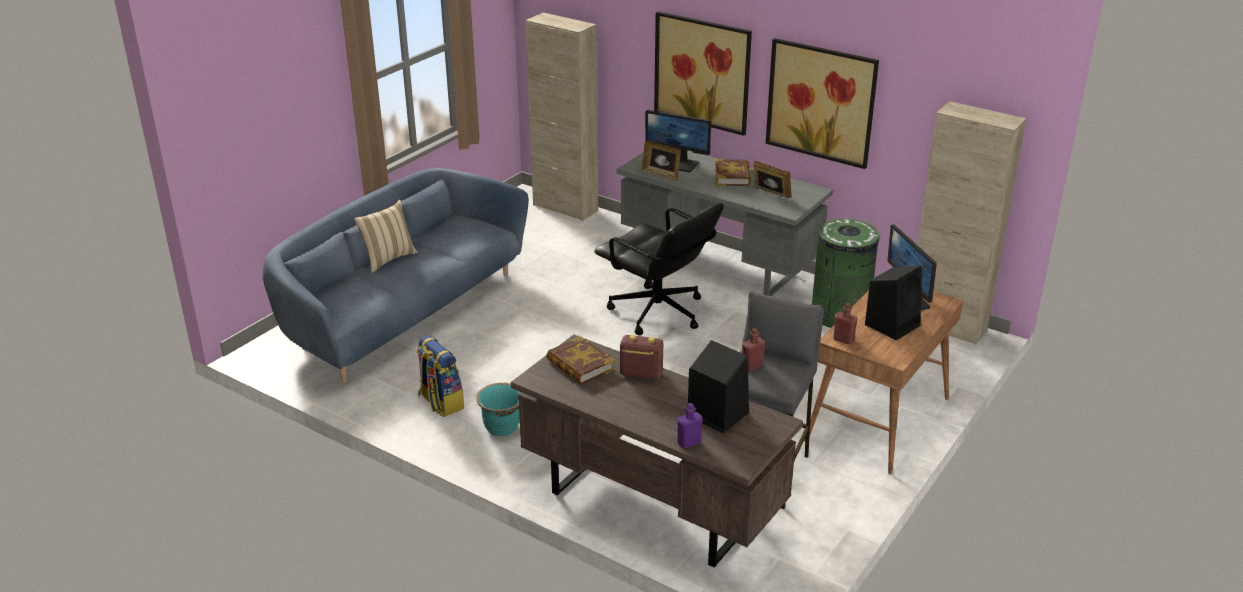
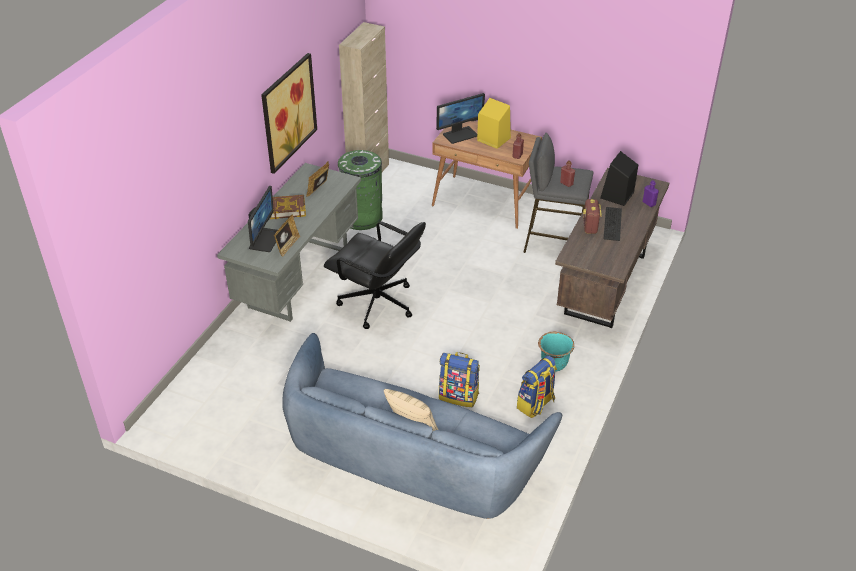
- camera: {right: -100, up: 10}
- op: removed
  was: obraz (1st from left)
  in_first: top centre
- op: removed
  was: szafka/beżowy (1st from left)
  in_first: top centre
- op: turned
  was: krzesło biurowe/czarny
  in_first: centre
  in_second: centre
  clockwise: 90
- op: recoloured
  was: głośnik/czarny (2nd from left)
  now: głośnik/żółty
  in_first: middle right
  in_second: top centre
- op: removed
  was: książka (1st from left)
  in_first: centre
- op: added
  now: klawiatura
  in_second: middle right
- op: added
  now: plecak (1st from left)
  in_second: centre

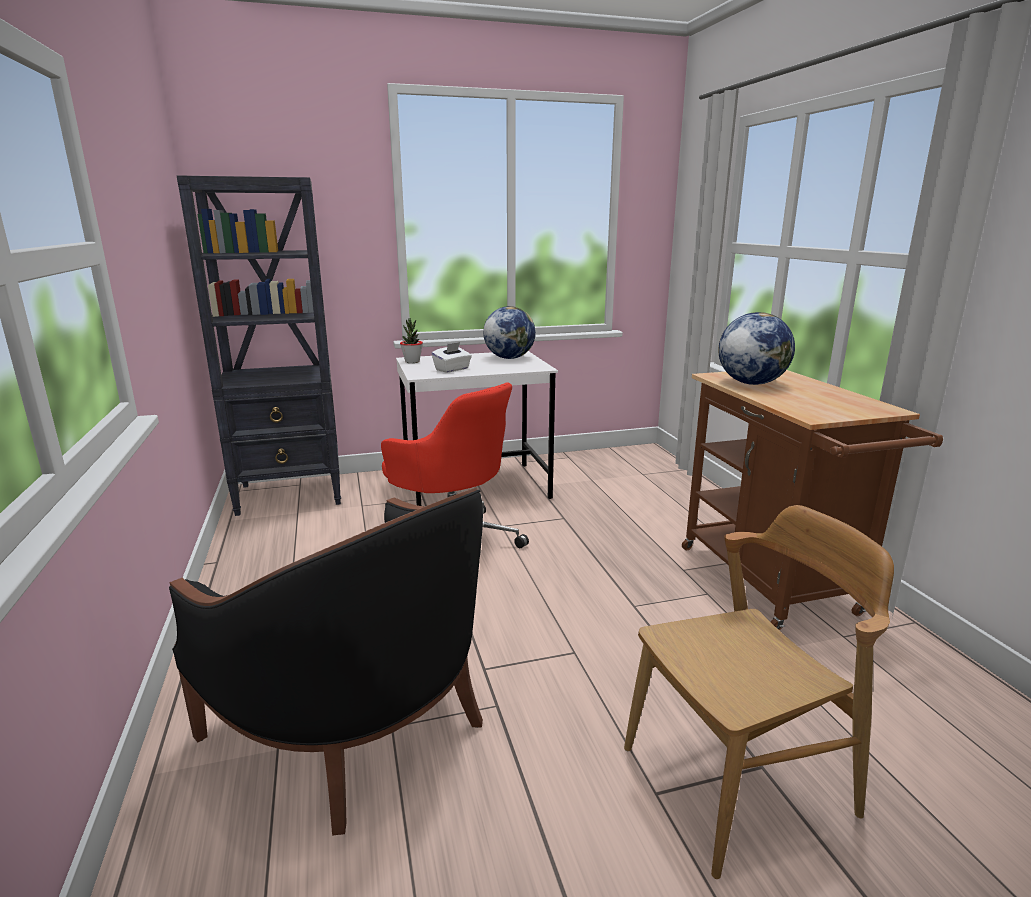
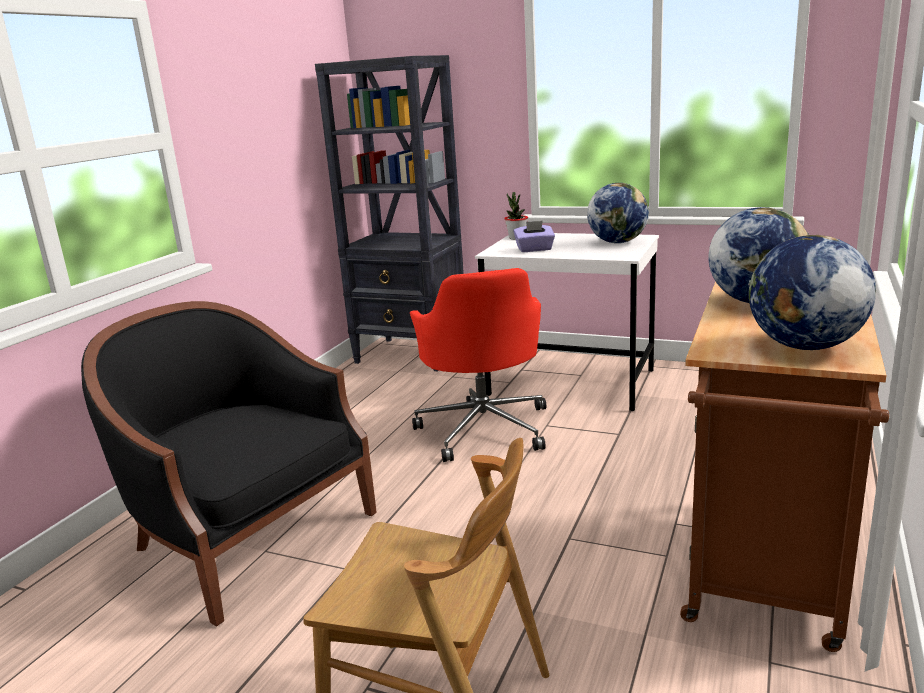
- camera: {right: 40, up: 0}
- op: recoloured
  was: pudełko chusteczek/biały
  now: pudełko chusteczek/fioletowy
  in_first: centre
  in_second: centre
- op: turned
  was: fotel/czarny
  in_first: bottom left
  in_second: bottom left
  clockwise: 135
- op: added
  now: globus (3rd from left)
  in_second: middle right

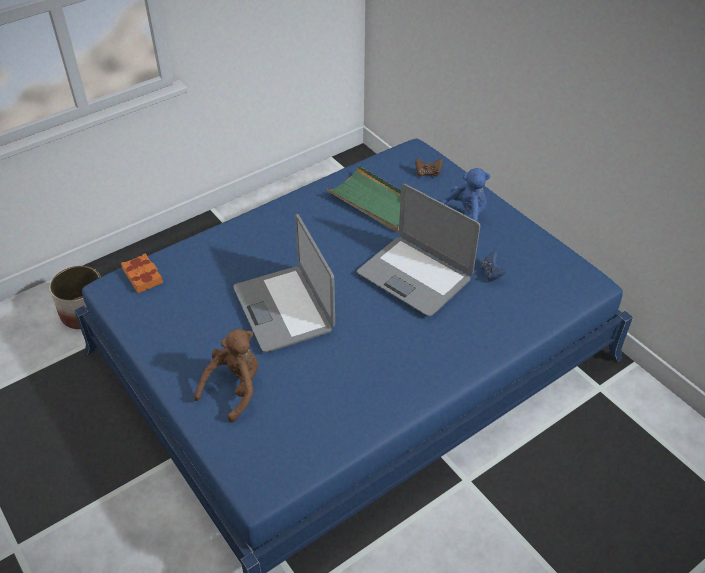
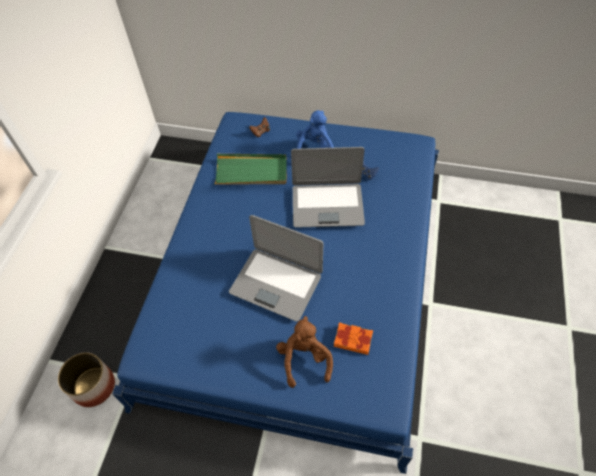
- camera: {right: -40, up: 10}
- op: moved
  was: książka/pomarańczowy
  in_first: middle left
  in_second: bottom centre

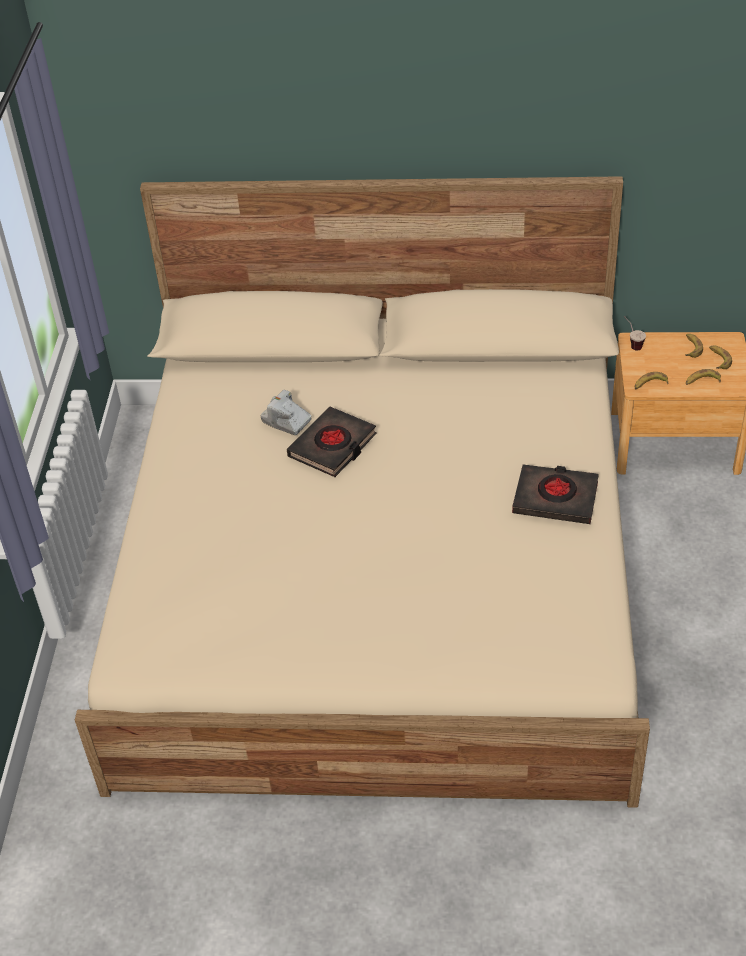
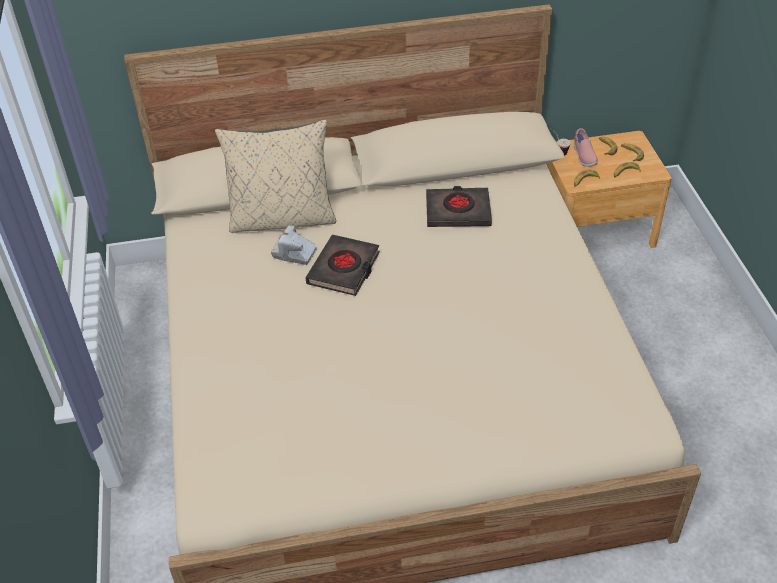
- camera: {right: -15, up: 0}
- op: moved
  was: książka/czarny (2nd from left)
  in_first: middle right
  in_second: centre
- op: added
  now: poduszka/beżowy
  in_second: top centre
- op: added
  now: but/różowy
  in_second: top right

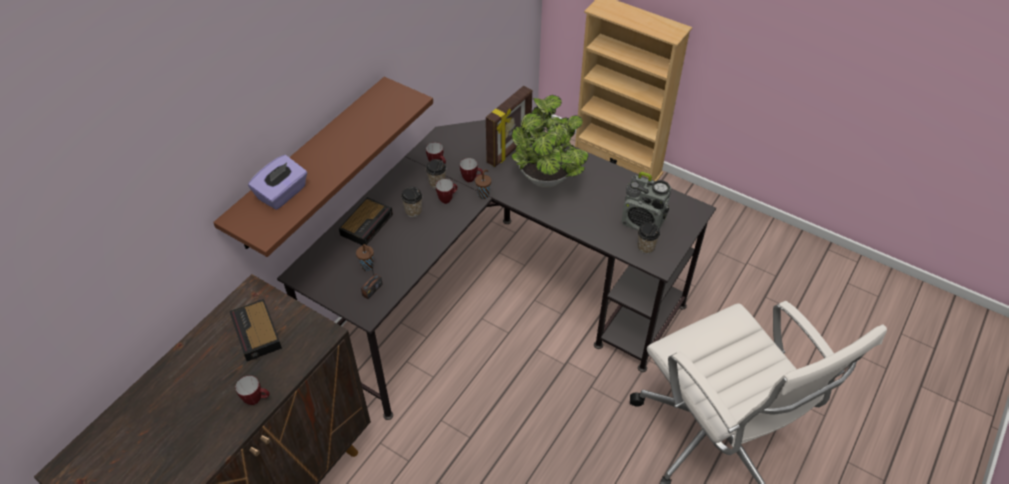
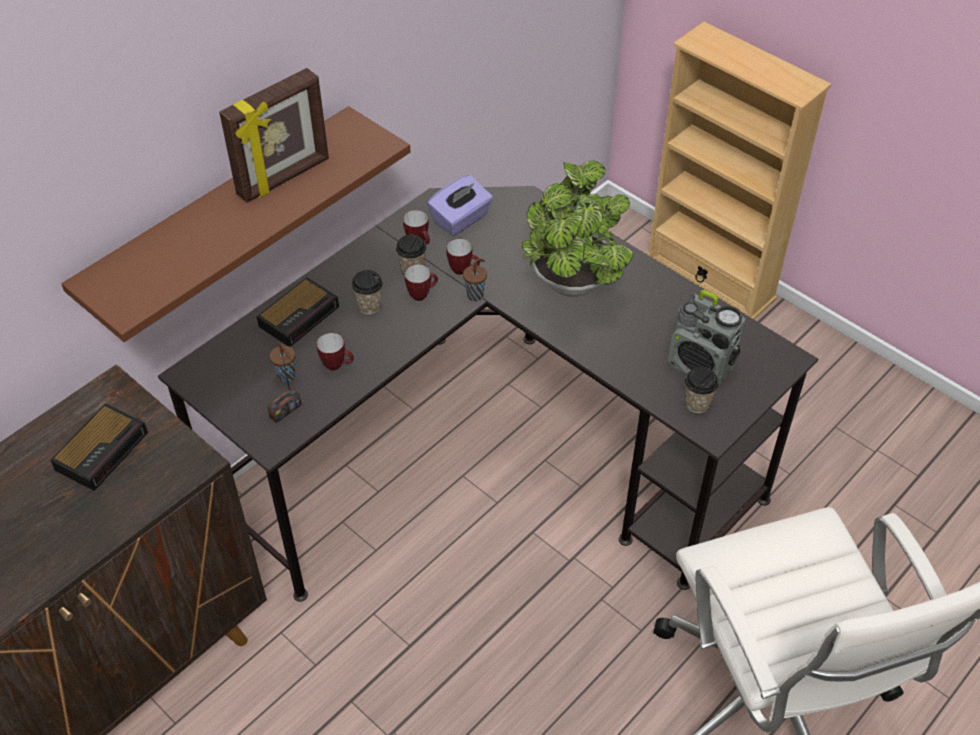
- camera: {right: 10, up: 0}
- op: moved
  was: ramka na zdjęcie
  in_first: top centre
  in_second: top left
- op: moved
  was: pudełko chusteczek/fioletowy
  in_first: middle left
  in_second: top centre
- op: turned
  was: budzik (1st from left)
  in_first: bottom left
  in_second: middle left
  clockwise: -135
- op: moved
  was: kubek (1st from left)
  in_first: bottom left
  in_second: centre

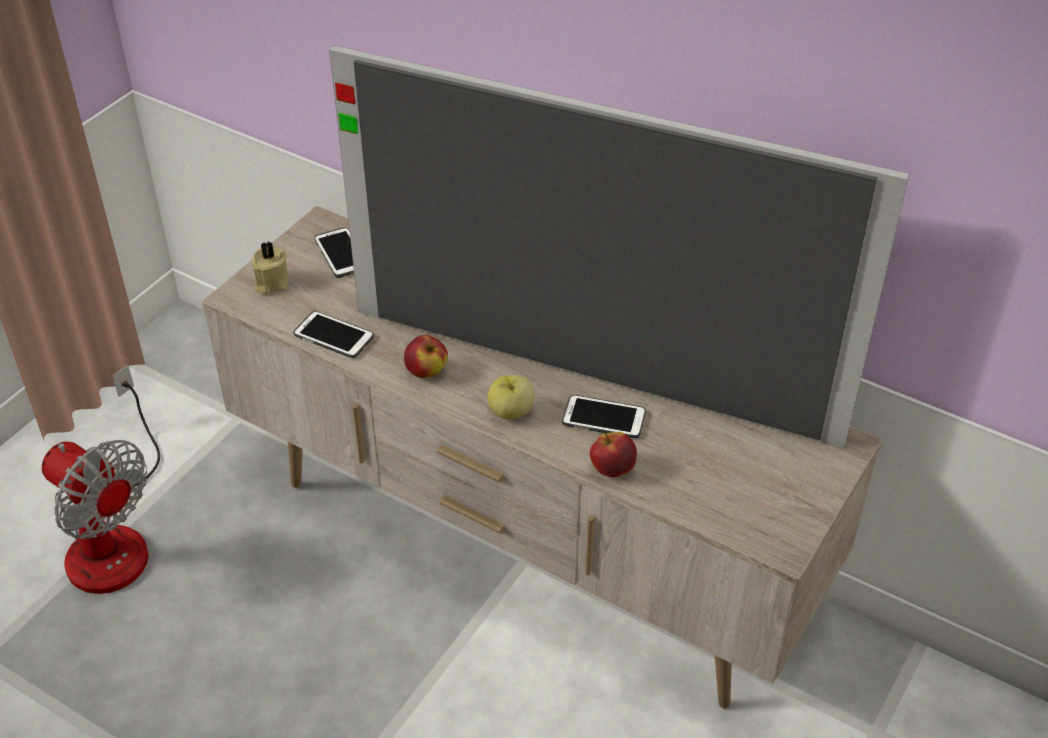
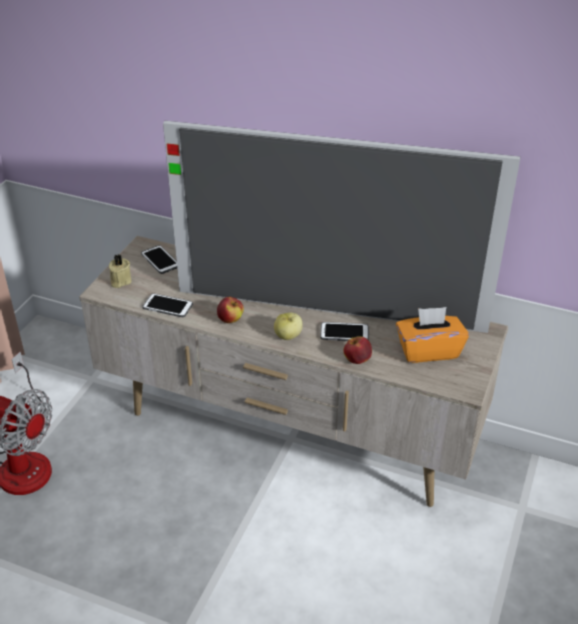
- camera: {right: -10, up: -5}
- op: added
  now: pudełko chusteczek/pomarańczowy
  in_second: middle right

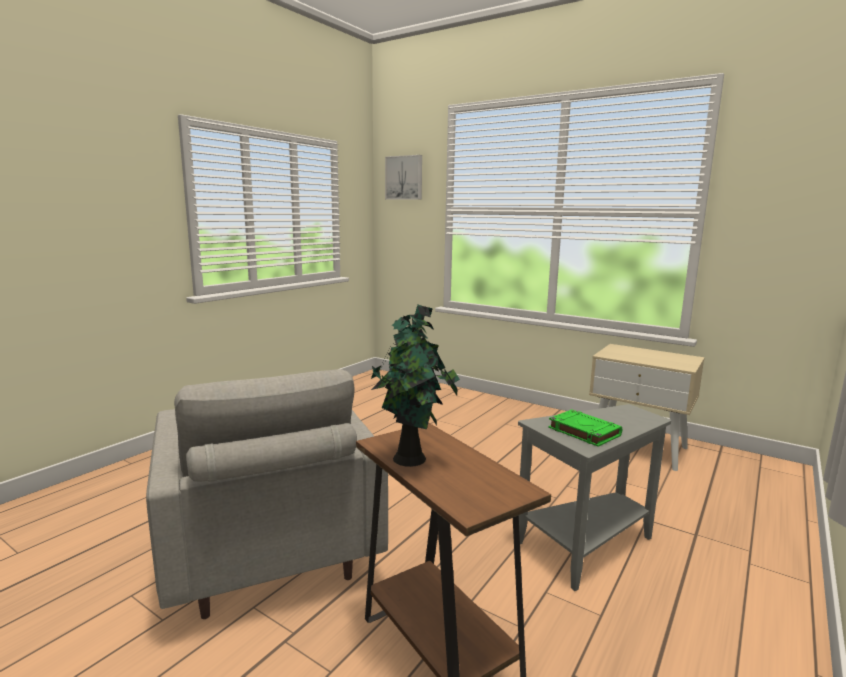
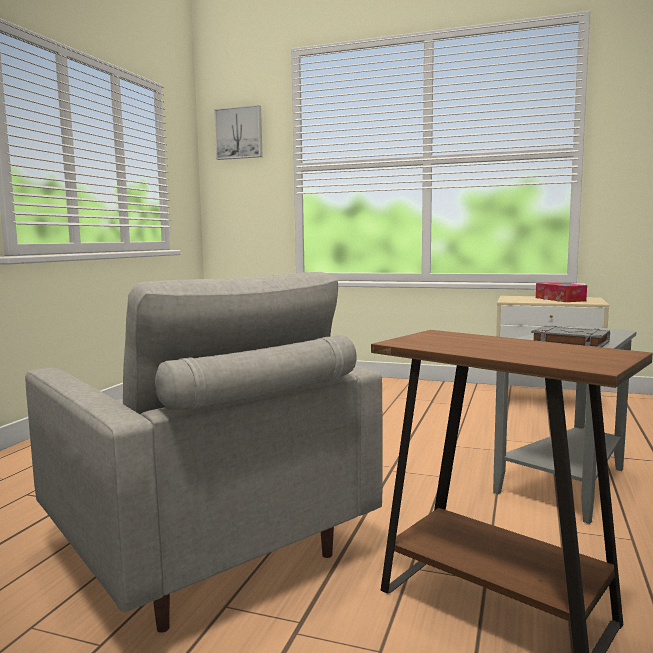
- camera: {right: -15, up: -5}
- op: removed
  was: roślina doniczkowa
  in_first: centre
- op: recoloured
  was: książka/zielony
  now: książka/szary
  in_first: middle right
  in_second: middle right
- op: added
  now: pudełko chusteczek
  in_second: middle right

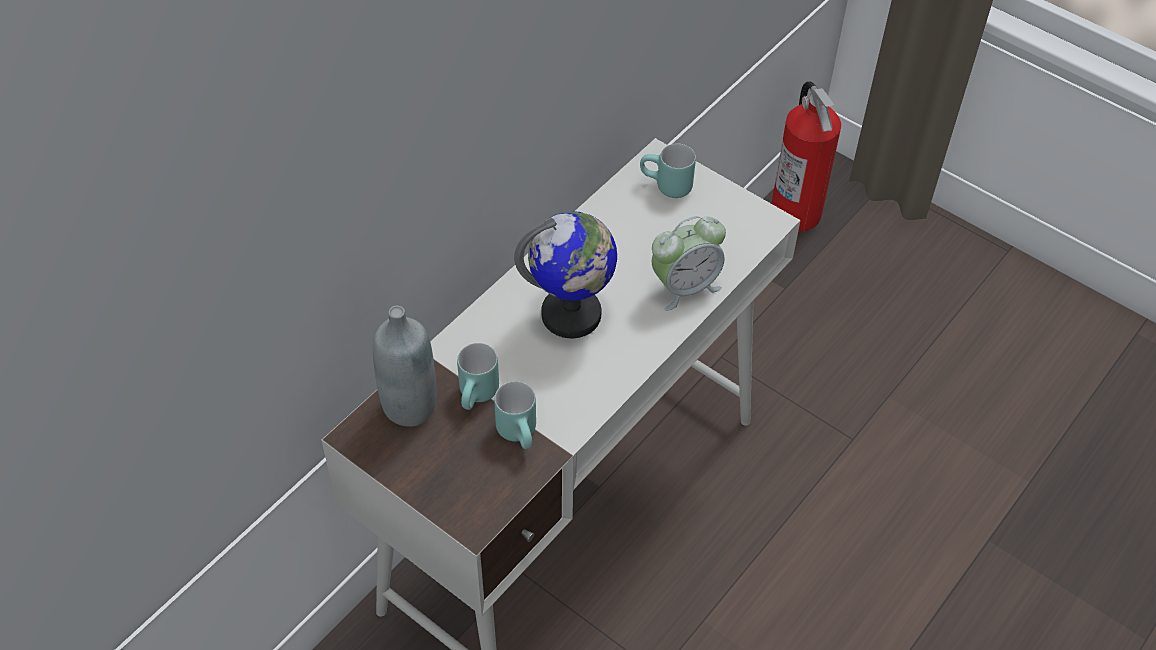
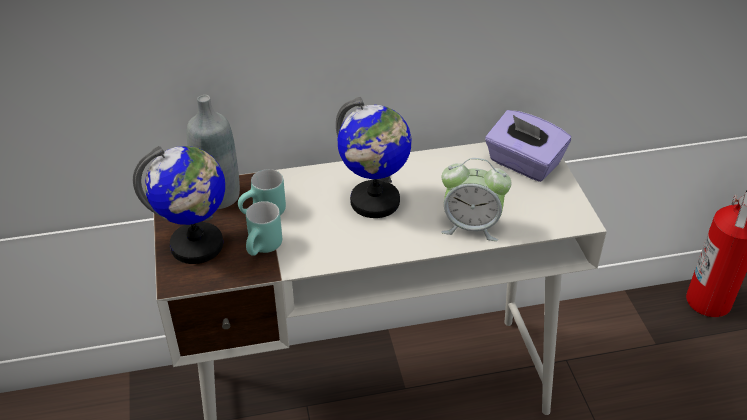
- camera: {right: 40, up: -10}
- op: replaced
  was: kubek/turkusowy (3rd from left)
  now: pudełko chusteczek/fioletowy
  in_first: top centre
  in_second: middle right
- op: added
  now: globus (1st from left)
  in_second: middle left

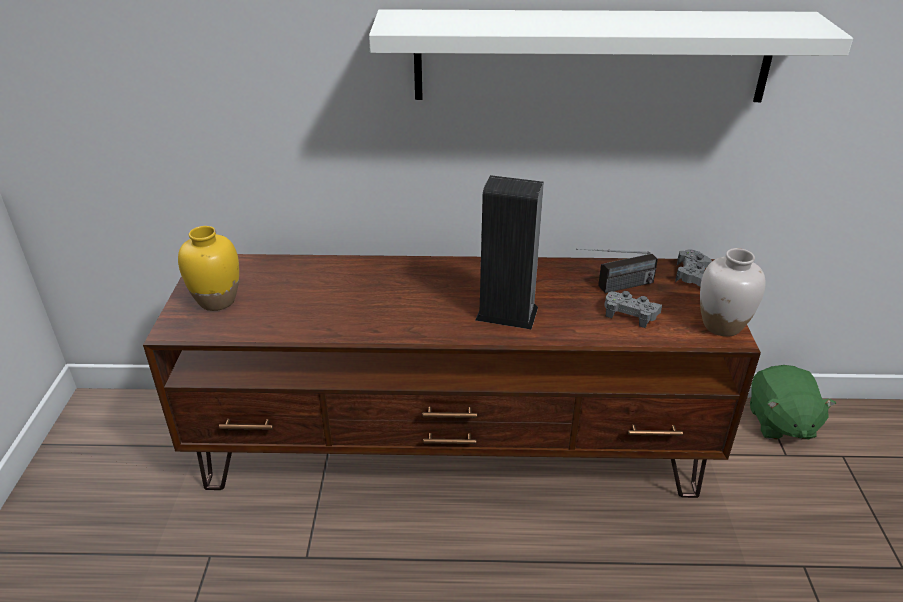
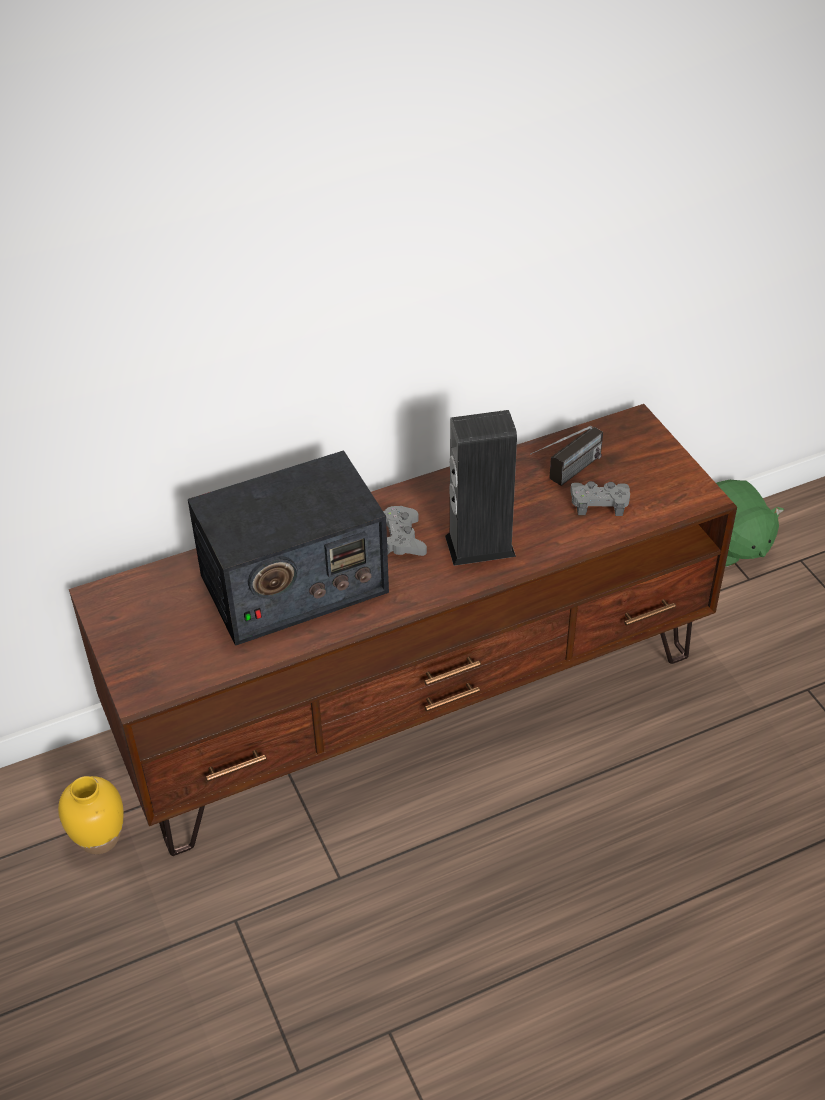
- camera: {right: -25, up: 10}
- op: removed
  was: półka/biały
  in_first: top right
- op: moved
  was: wazon/żółty
  in_first: middle left
  in_second: bottom left
- op: removed
  was: wazon/biały
  in_first: middle right
- op: moved
  was: pad do gier/szary (2nd from left in the first image)
  now: pad do gier/szary (1st from left)
  in_first: middle right
  in_second: centre
- op: added
  now: radio (1st from left)
  in_second: centre

